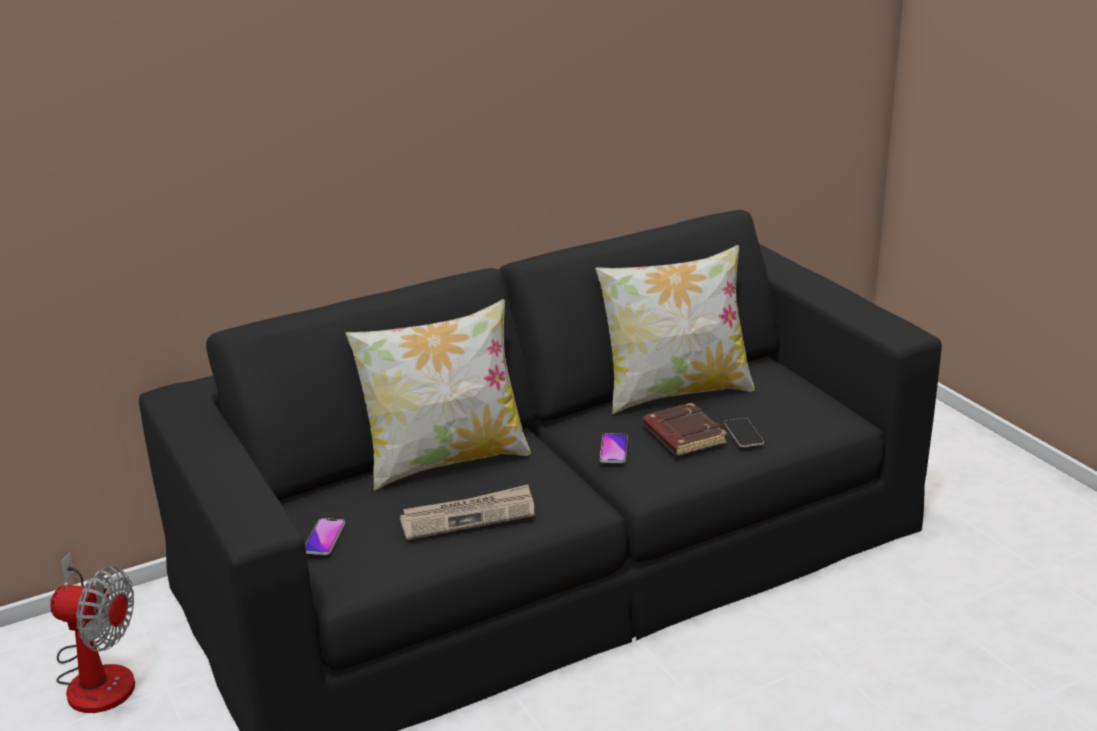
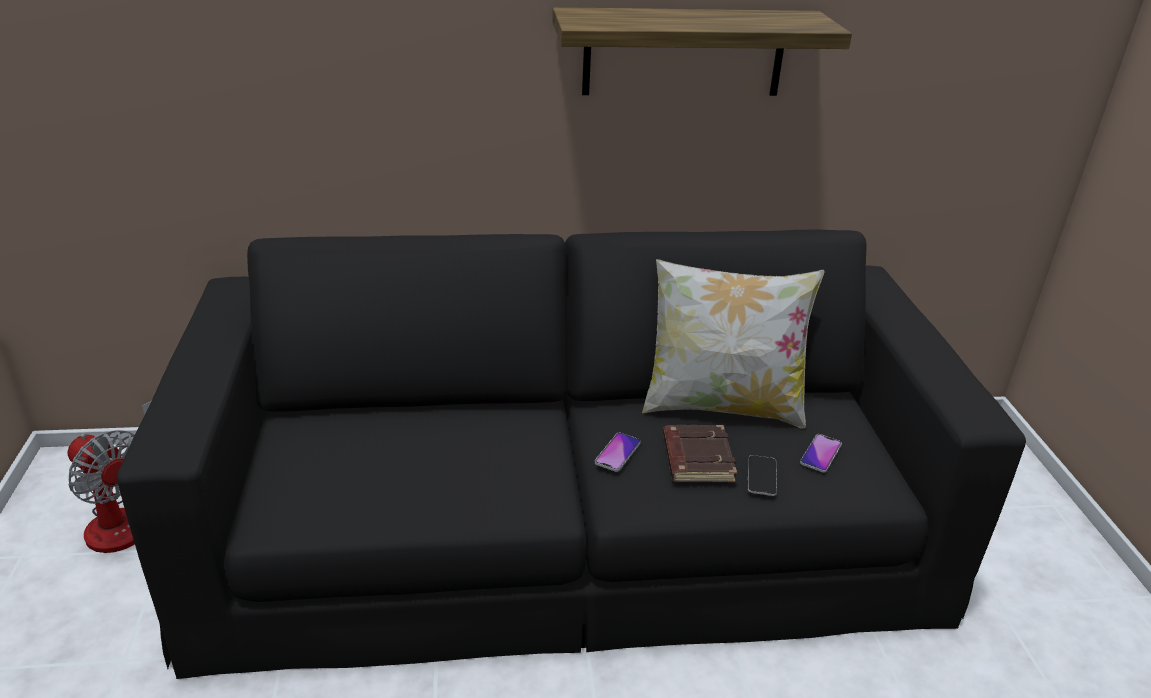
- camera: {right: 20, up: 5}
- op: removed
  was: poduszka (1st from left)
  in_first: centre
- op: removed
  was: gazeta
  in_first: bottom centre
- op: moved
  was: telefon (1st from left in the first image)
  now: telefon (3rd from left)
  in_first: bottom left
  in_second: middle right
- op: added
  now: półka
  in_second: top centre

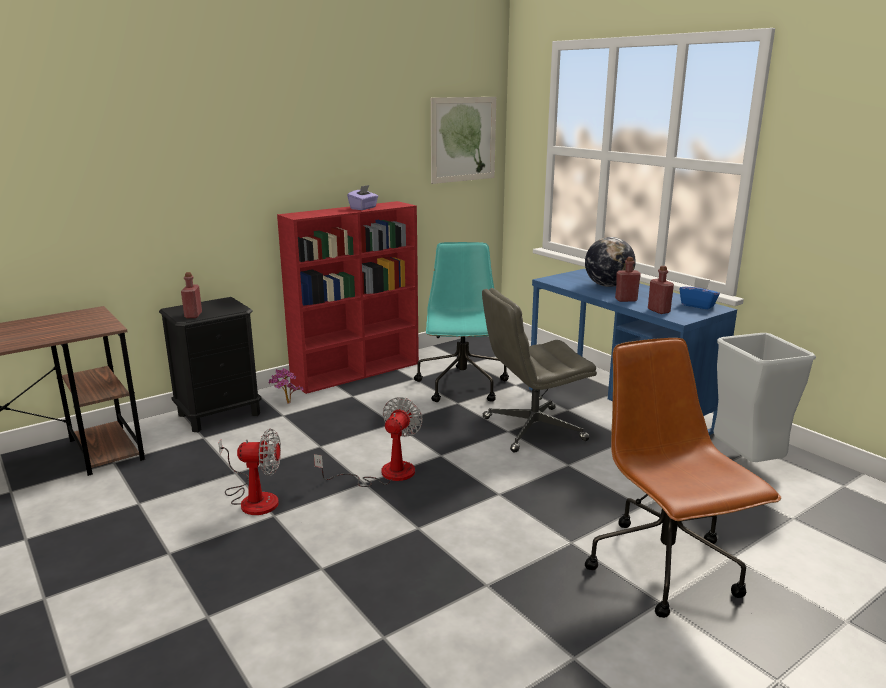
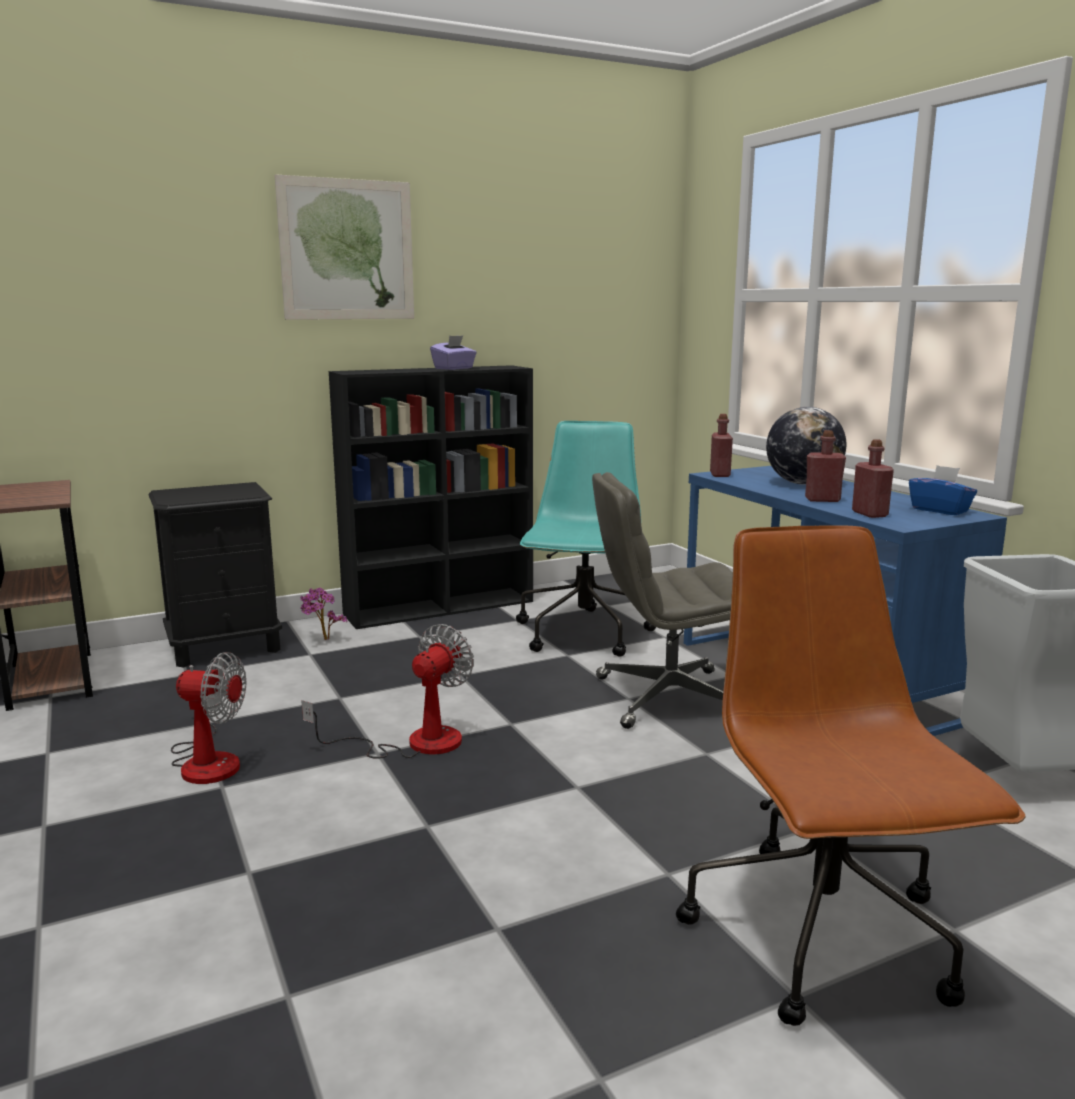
- camera: {right: 10, up: -5}
- op: moved
  was: obraz
  in_first: top centre
  in_second: top left
- op: recoloured
  was: regał/czerwony
  now: regał/czarny
  in_first: centre
  in_second: centre
- op: moved
  was: butelka/czerwony (1st from left)
  in_first: middle left
  in_second: middle right

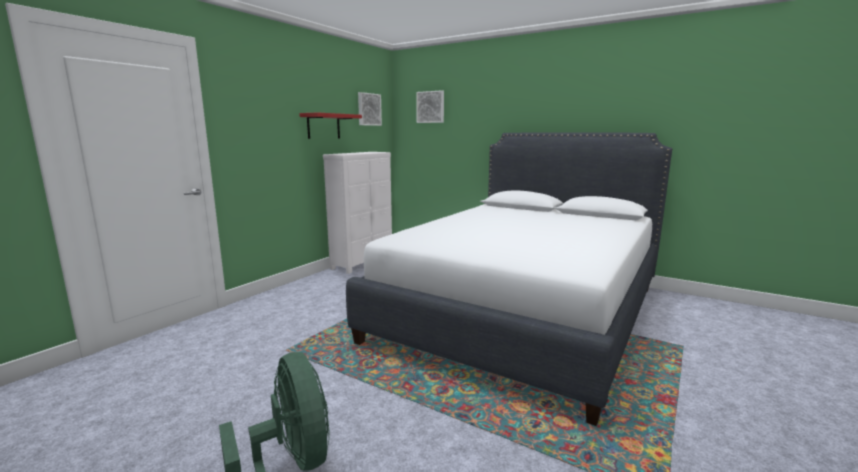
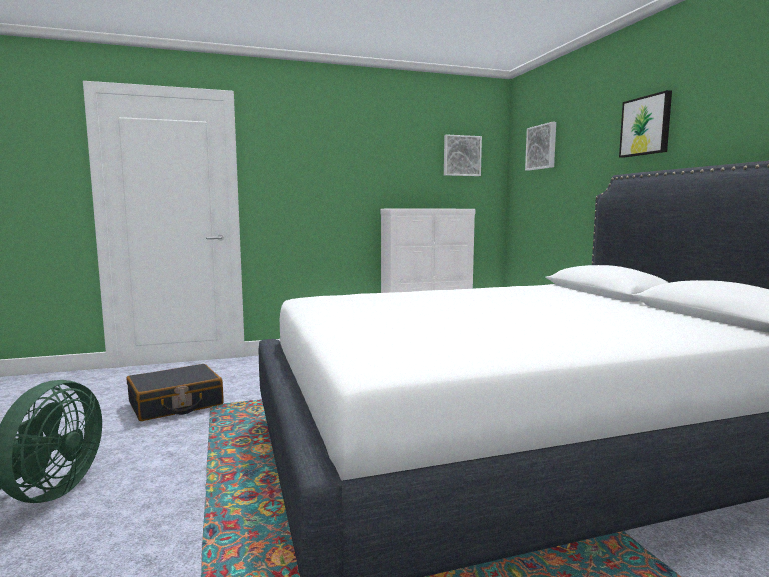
- camera: {right: 40, up: -5}
- op: removed
  was: półka/czerwony
  in_first: top centre
- op: added
  now: obraz (3rd from left)
  in_second: top right
- op: added
  now: walizka/czarny
  in_second: bottom left

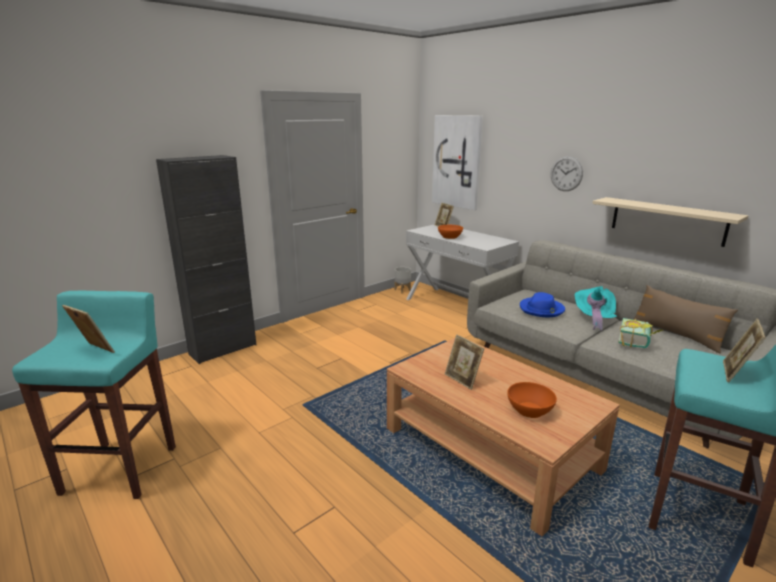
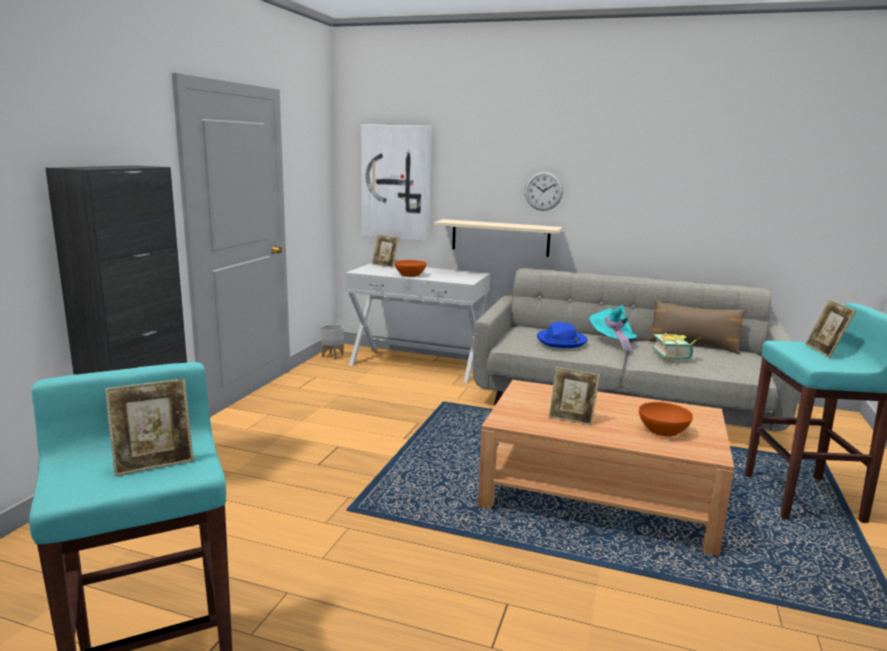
- camera: {right: -30, up: -5}
- op: moved
  was: półka/beżowy
  in_first: middle right
  in_second: centre
- op: turned
  was: ramka na zdjęcie (1st from left)
  in_first: middle left
  in_second: middle left
  clockwise: 150

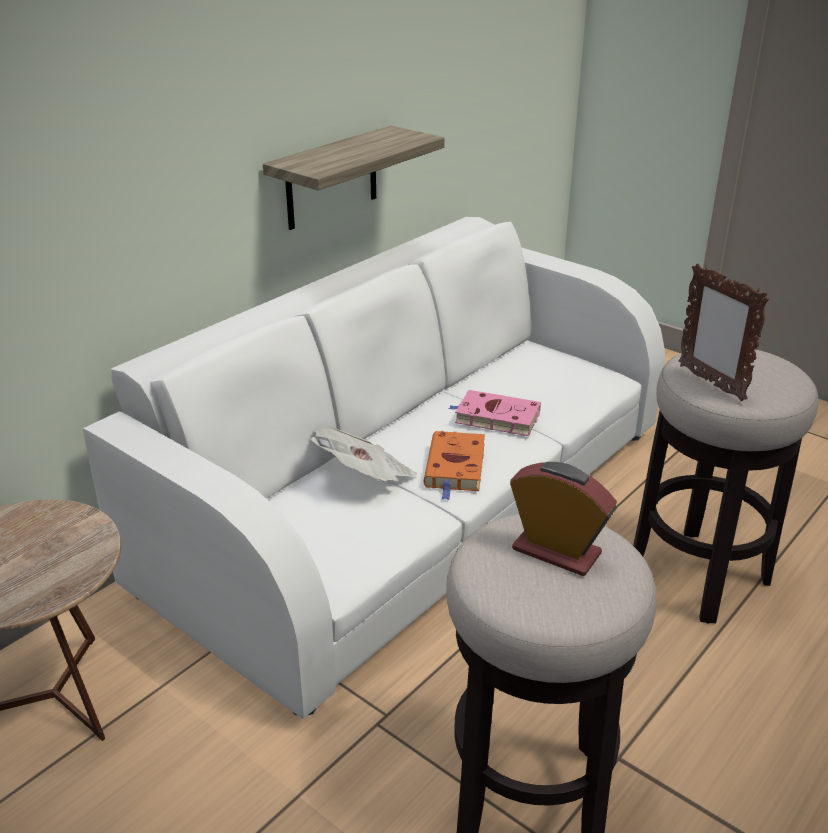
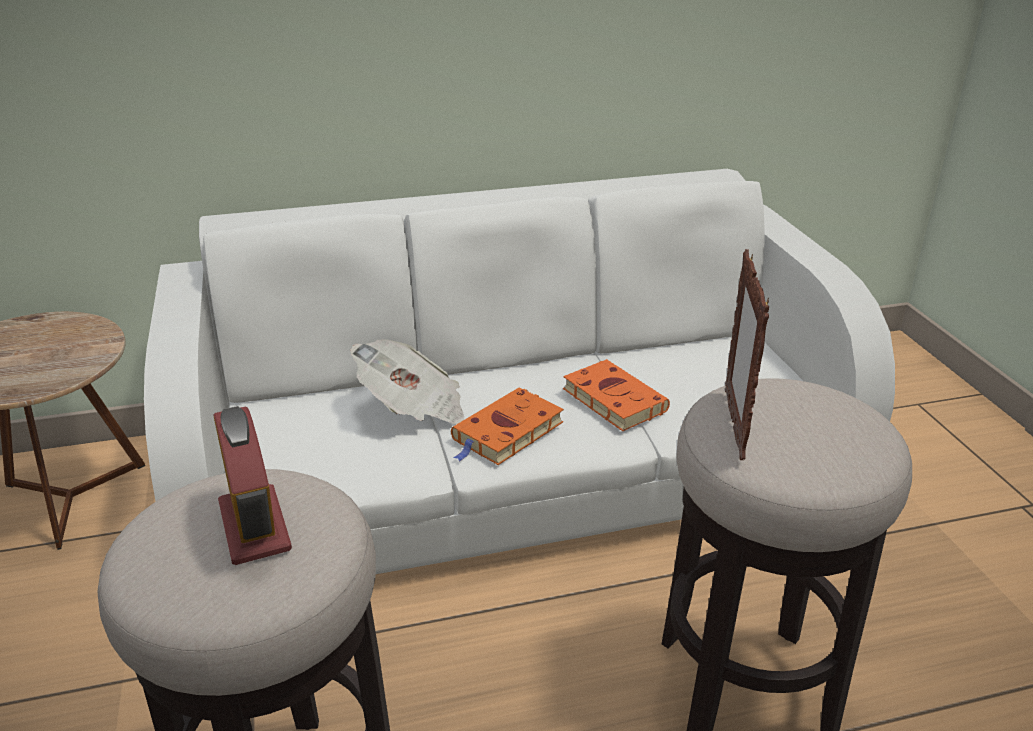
- camera: {right: 35, up: 0}
- op: removed
  was: półka
  in_first: top centre
- op: recoloured
  was: książka/różowy
  now: książka/pomarańczowy (2nd from left)
  in_first: centre
  in_second: centre

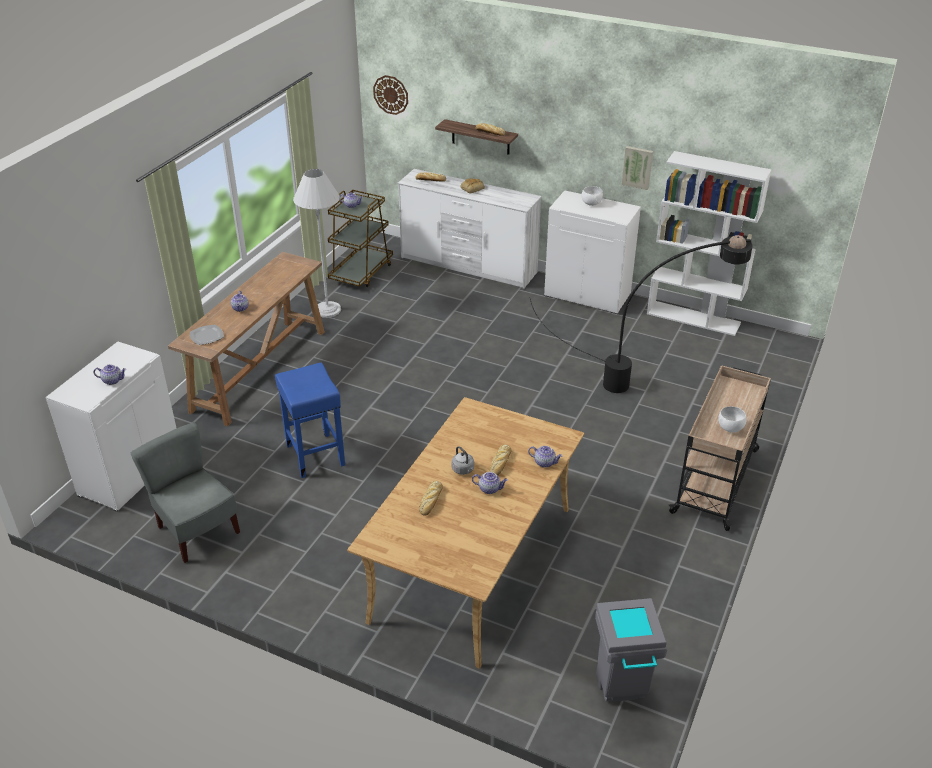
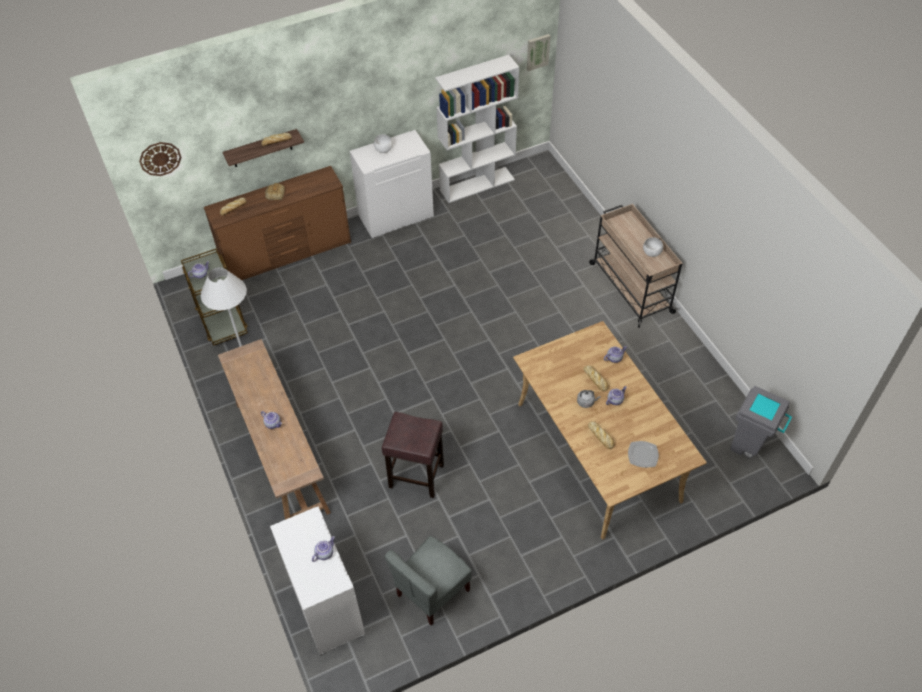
- camera: {right: -50, up: 15}
- op: moved
  was: obraz
  in_first: top right
  in_second: top centre
- op: recoloured
  was: komoda/biały
  now: komoda/brązowy
  in_first: top centre
  in_second: top left
- op: removed
  was: lampa stojąca/czarny
  in_first: middle right
- op: moved
  was: talerz
  in_first: middle left
  in_second: middle right
- op: recoloured
  was: stołek/niebieski
  now: stołek/brązowy
  in_first: middle left
  in_second: centre
- op: turned
  was: krzesło/szary
  in_first: middle left
  in_second: bottom centre
  clockwise: -45

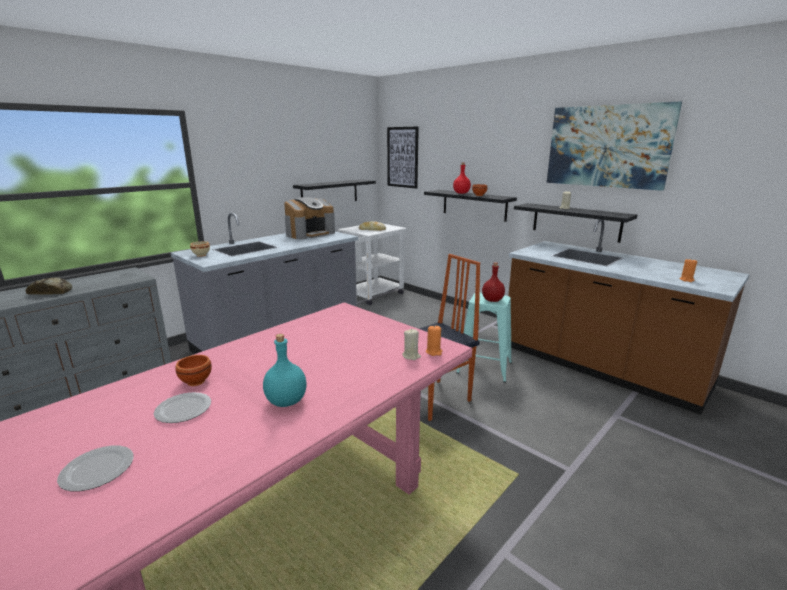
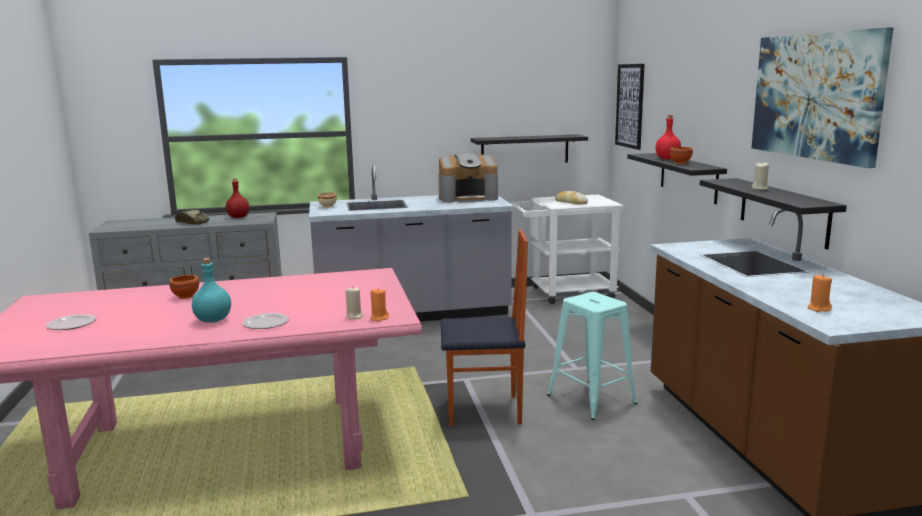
- camera: {right: 35, up: -5}
- op: moved
  was: butelka/czerwony (2nd from left in the first image)
  now: butelka/czerwony (1st from left)
  in_first: centre
  in_second: middle left
- op: moved
  was: talerz (2nd from left)
  in_first: bottom left
  in_second: middle left

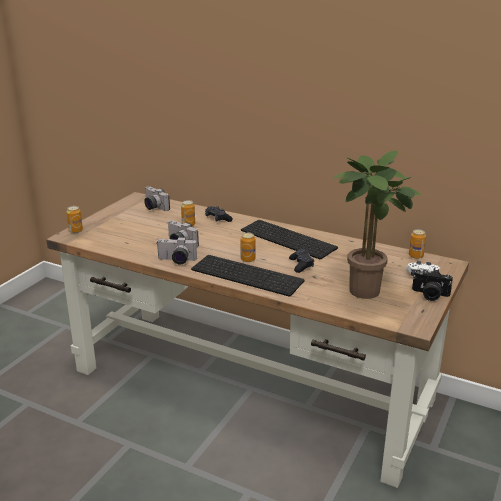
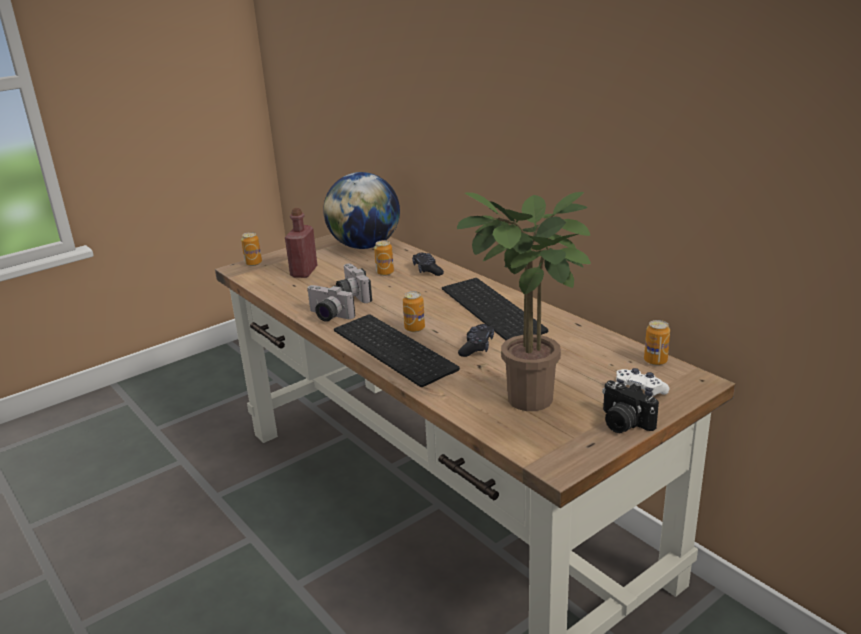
- camera: {right: 25, up: 0}
- op: replaced
  was: aparat fotograficzny (1st from left)
  now: globus
  in_first: middle left
  in_second: top centre
- op: added
  now: butelka/czerwony
  in_second: centre

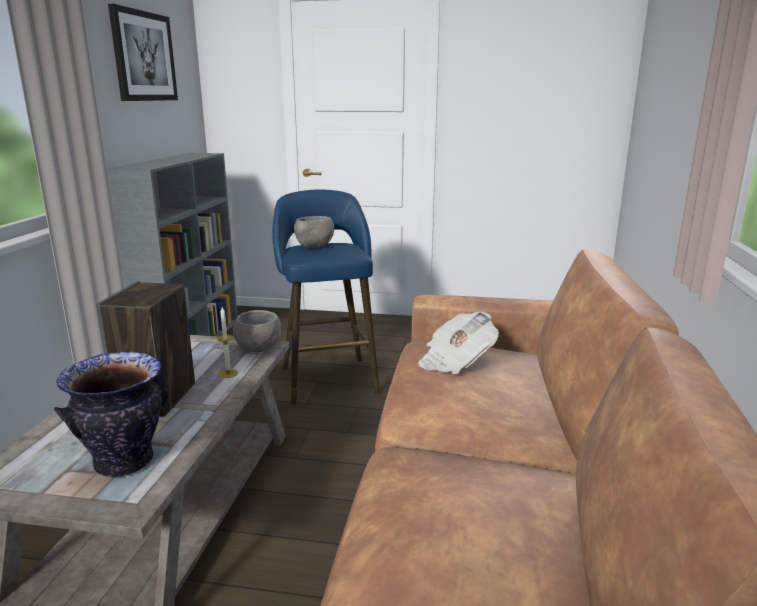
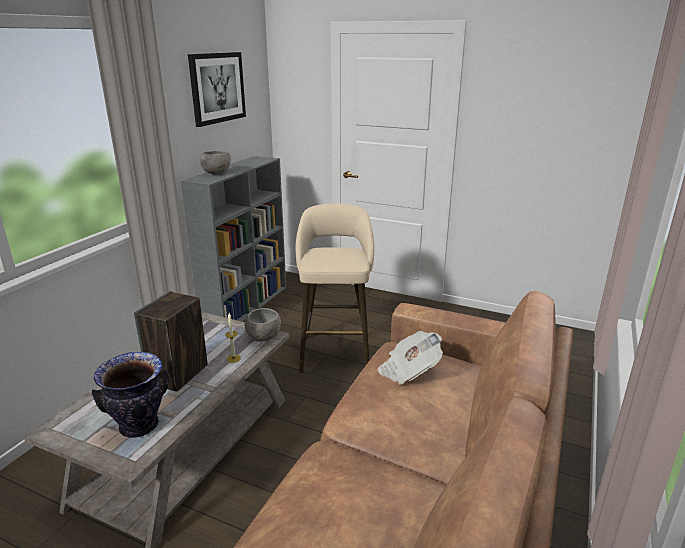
- camera: {right: 15, up: 5}
- op: recoloured
  was: stołek/niebieski
  now: stołek/beżowy
  in_first: centre
  in_second: centre
- op: moved
  was: miska/szary (2nd from left in the first image)
  now: miska/szary (1st from left)
  in_first: centre
  in_second: top left

